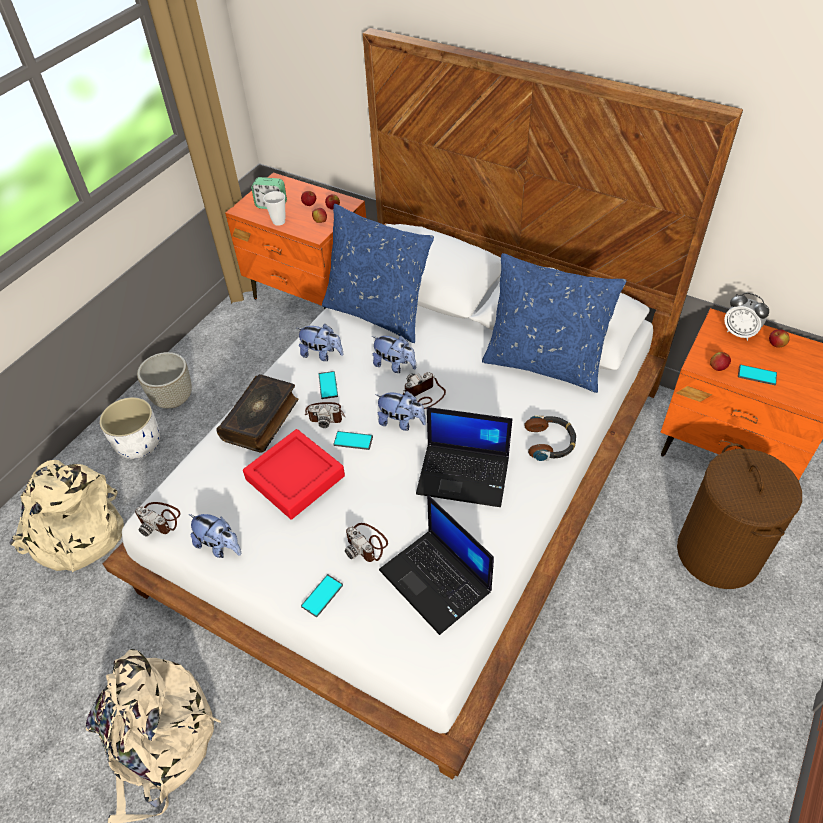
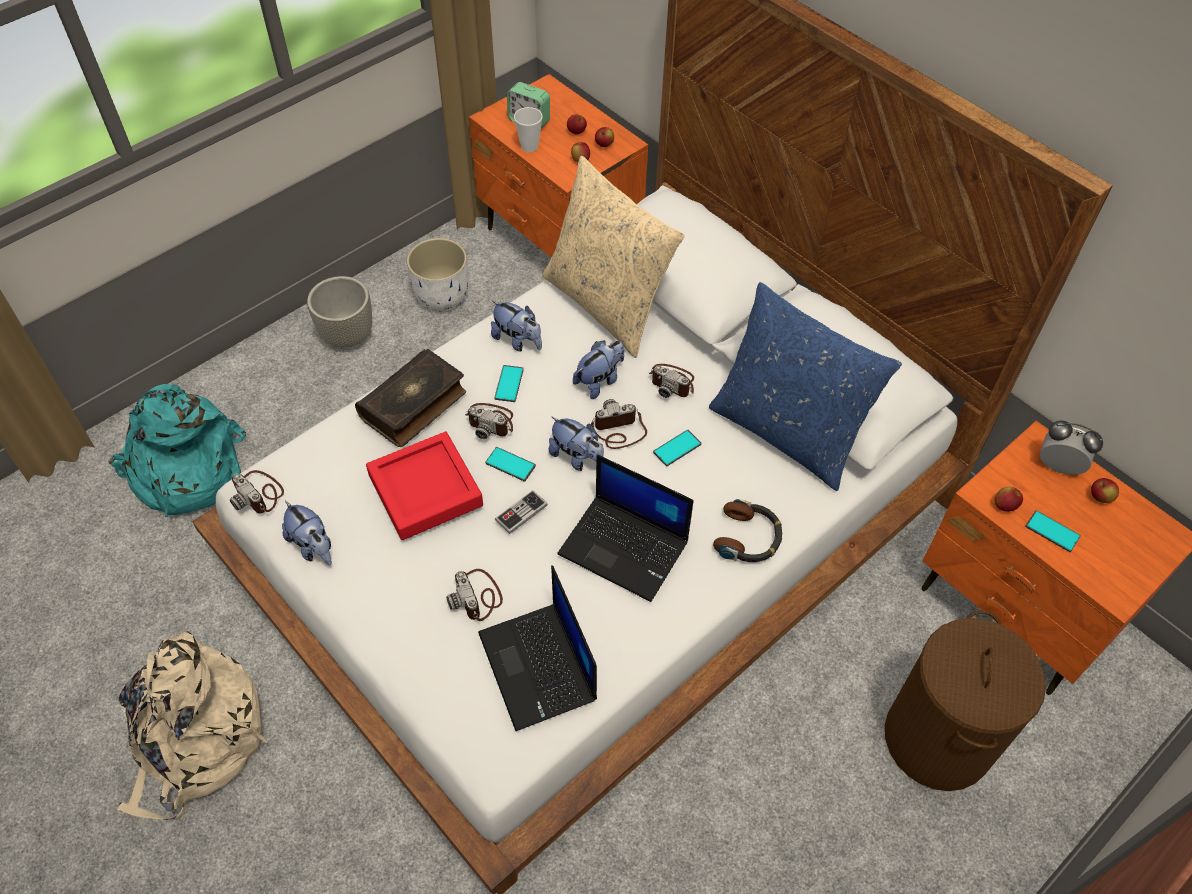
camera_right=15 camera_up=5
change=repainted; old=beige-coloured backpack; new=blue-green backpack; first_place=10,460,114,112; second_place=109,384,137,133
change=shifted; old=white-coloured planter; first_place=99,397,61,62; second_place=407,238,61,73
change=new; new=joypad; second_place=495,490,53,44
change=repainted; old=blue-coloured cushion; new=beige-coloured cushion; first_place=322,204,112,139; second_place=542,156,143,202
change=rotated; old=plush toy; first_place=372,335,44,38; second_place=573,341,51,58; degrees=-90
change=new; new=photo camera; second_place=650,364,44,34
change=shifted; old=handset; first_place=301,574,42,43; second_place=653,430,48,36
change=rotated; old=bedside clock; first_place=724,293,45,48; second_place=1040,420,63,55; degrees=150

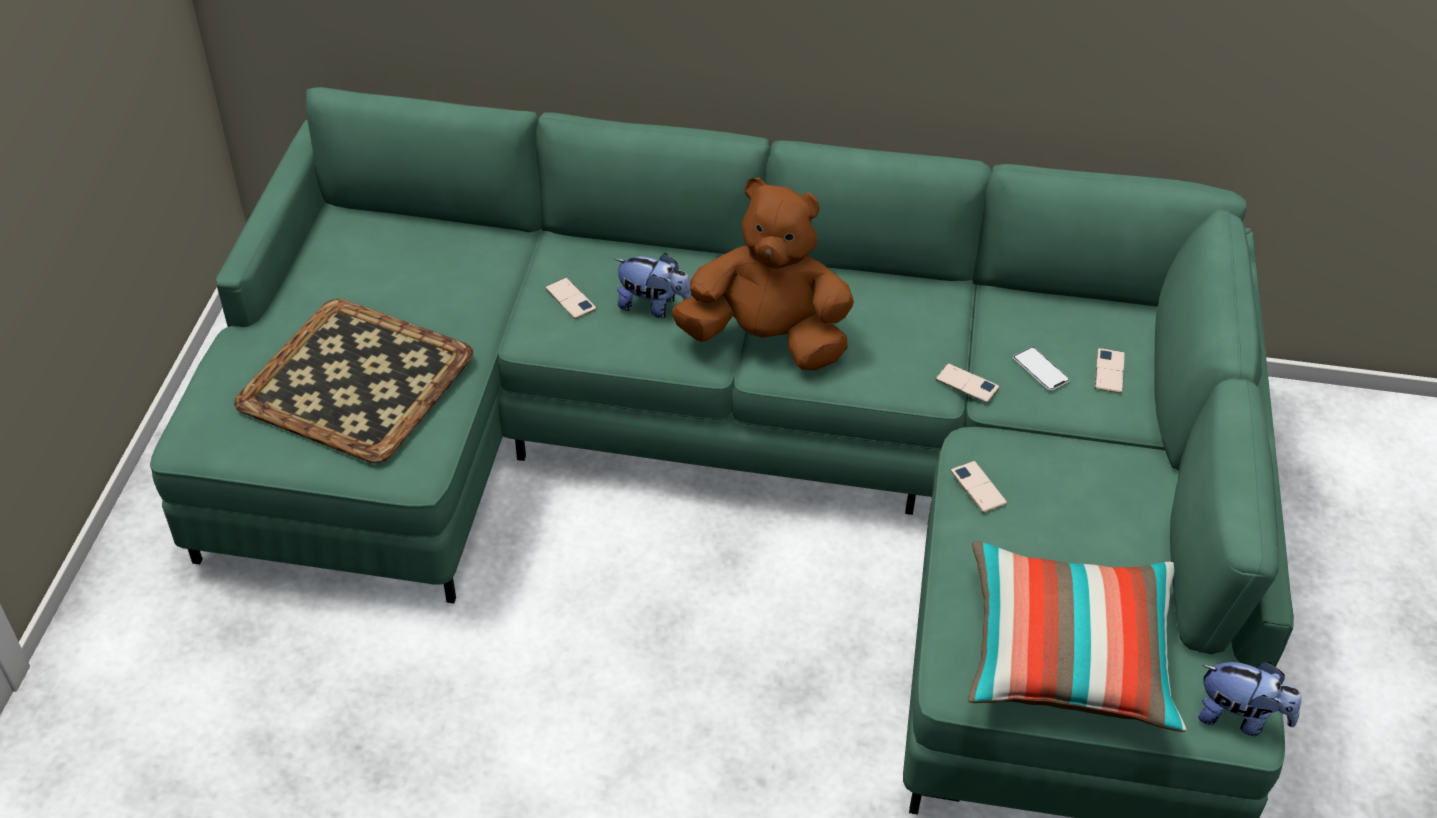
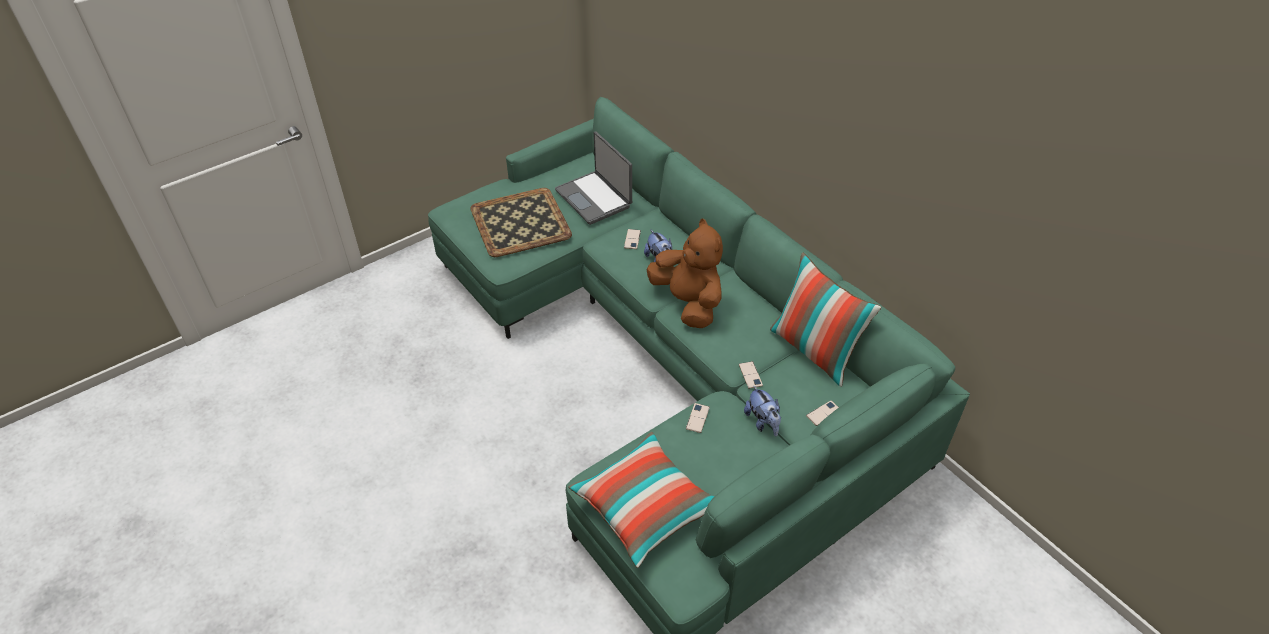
camera_right=45 camera_up=0
change=new; new=laptop; second_place=555,131,77,94
change=shifted; old=plush toy; first_place=1198,662,103,74; second_place=744,385,37,51
change=new; new=cushion; second_place=770,252,111,135
change=gone; old=handset; first_place=1013,347,57,44

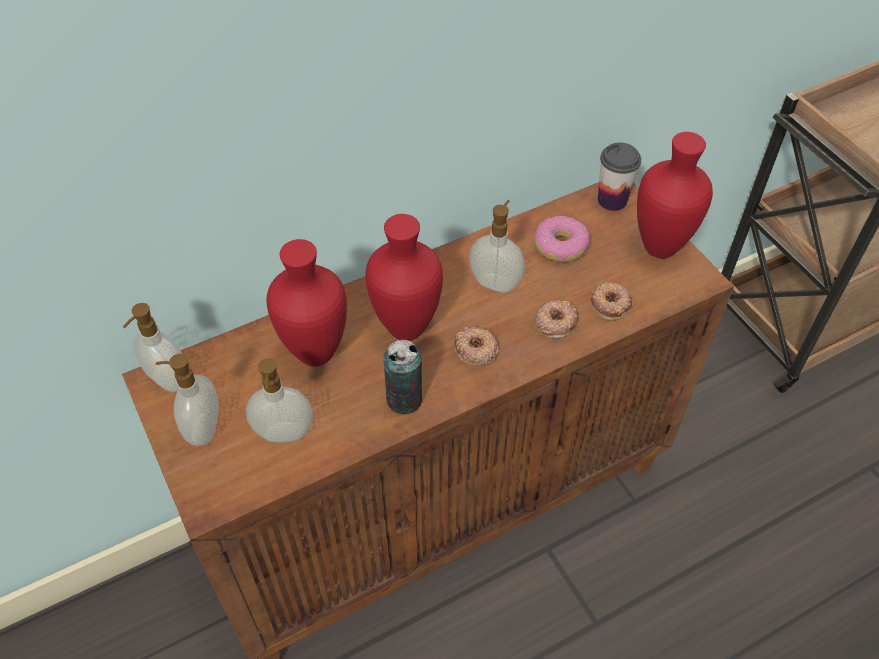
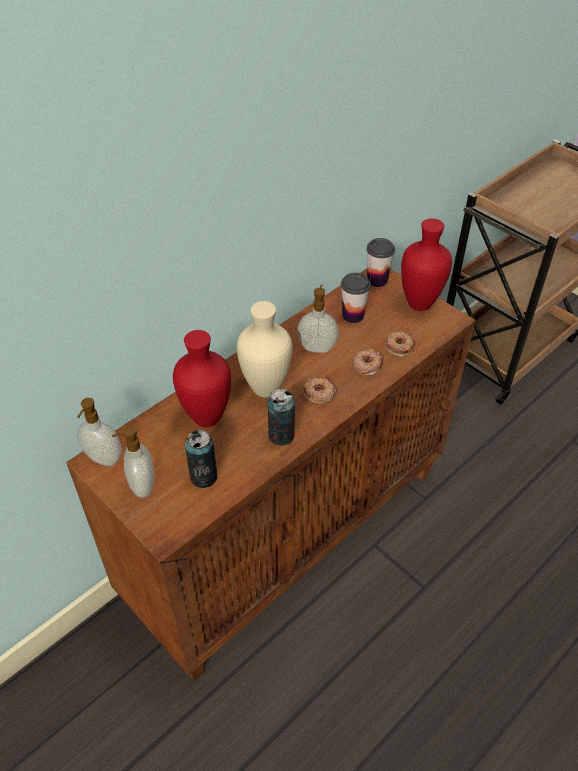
camera_right=-15 camera_up=-5
change=swapped; old=soap bottle; new=can; first_place=246,358,67,84; second_place=185,430,32,58
change=repainted; old=red flower vase; new=beige-coloured flower vase; first_place=366,214,77,127; second_place=237,301,56,97
change=swapped; old=donut; new=cup; first_place=534,216,56,46; second_place=341,273,30,50

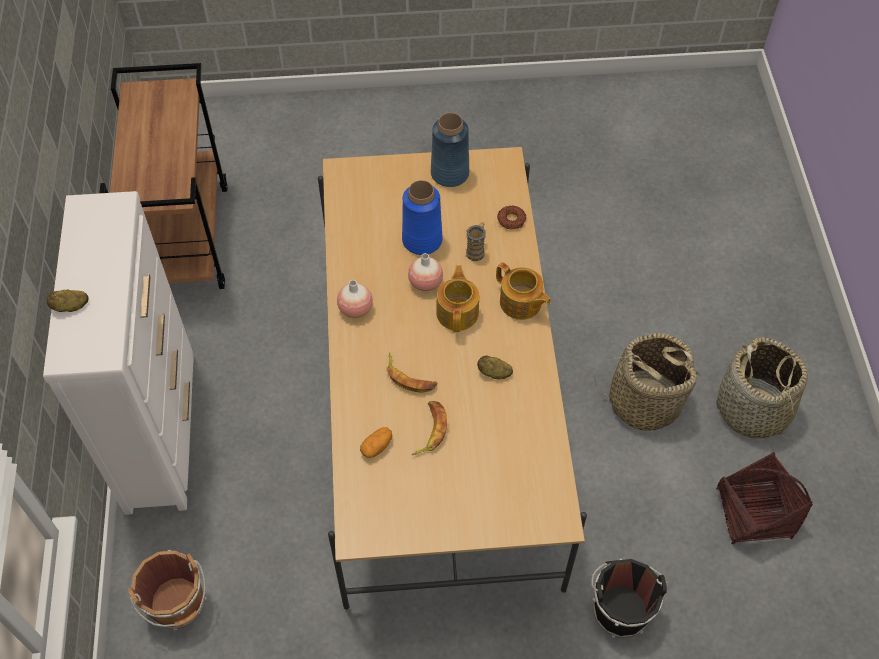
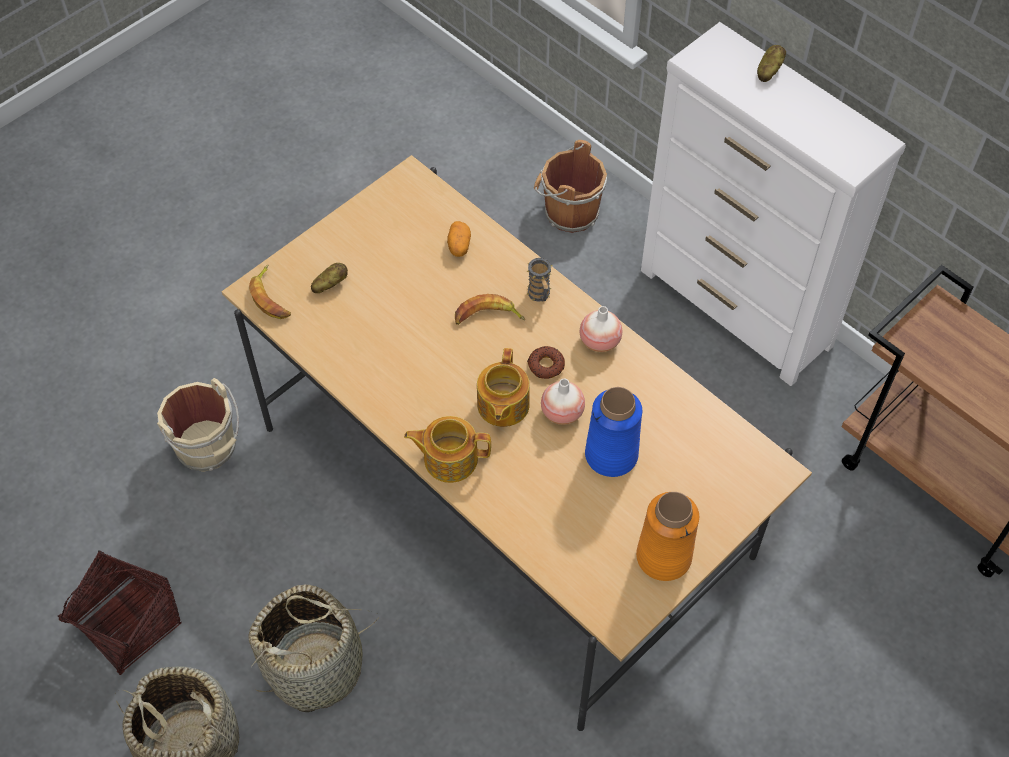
camera_right=140 camera_up=0
change=repainted; old=black bucket; new=beige-coloured bucket; first_place=591,559,76,79; second_place=157,378,82,94
change=shifted; old=banana; first_place=412,401,35,54; second_place=249,265,42,54
change=shifted; old=whole potato; first_place=477,355,36,24; second_place=311,263,37,30
change=rotated; old=teapot; first_place=436,265,43,67; second_place=477,348,53,79; degrees=45
change=shifted; old=coffee mug; first_place=465,222,22,39; second_place=526,258,27,44
change=shifted; old=donut; first_place=497,206,29,24; second_place=528,346,37,33
change=repainted; old=blue-coloured flower vase; new=orange flower vase; first_place=431,113,38,74; second_place=636,492,63,89

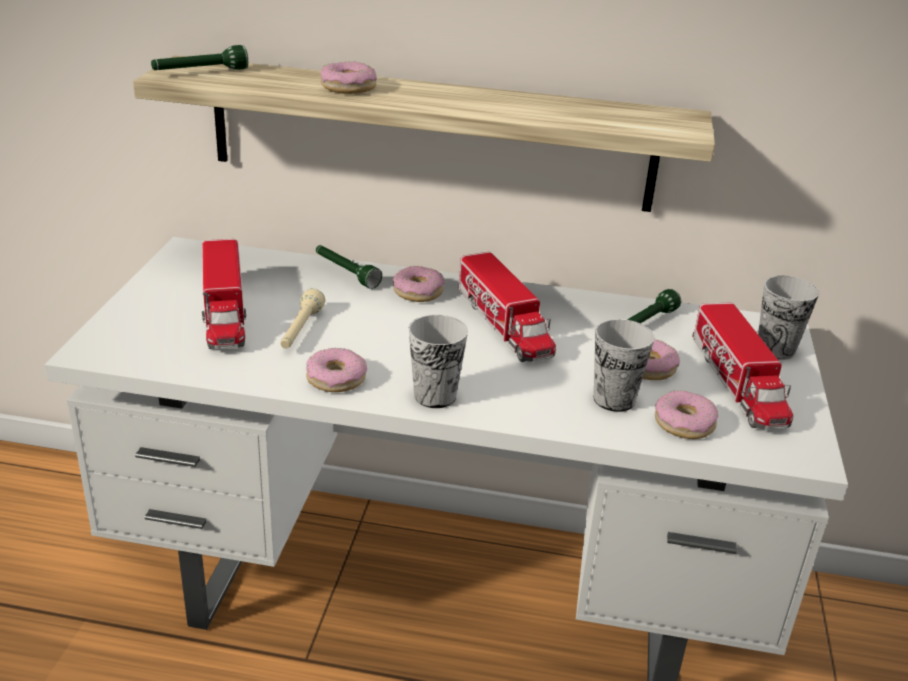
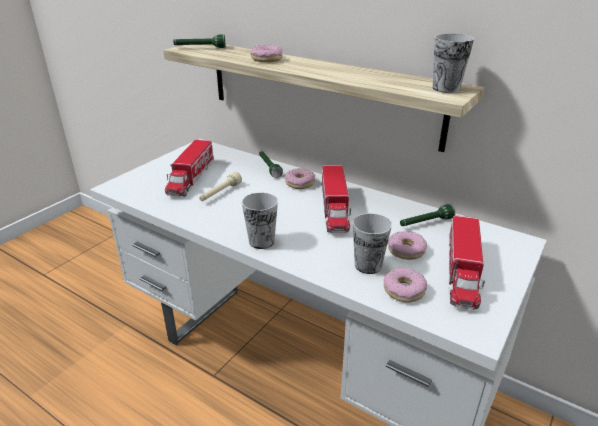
camera_right=25 camera_up=0
change=shifted; old=cup; first_place=758,276,61,84; second_place=433,34,41,59
change=gone; old=donut; first_place=306,348,61,44

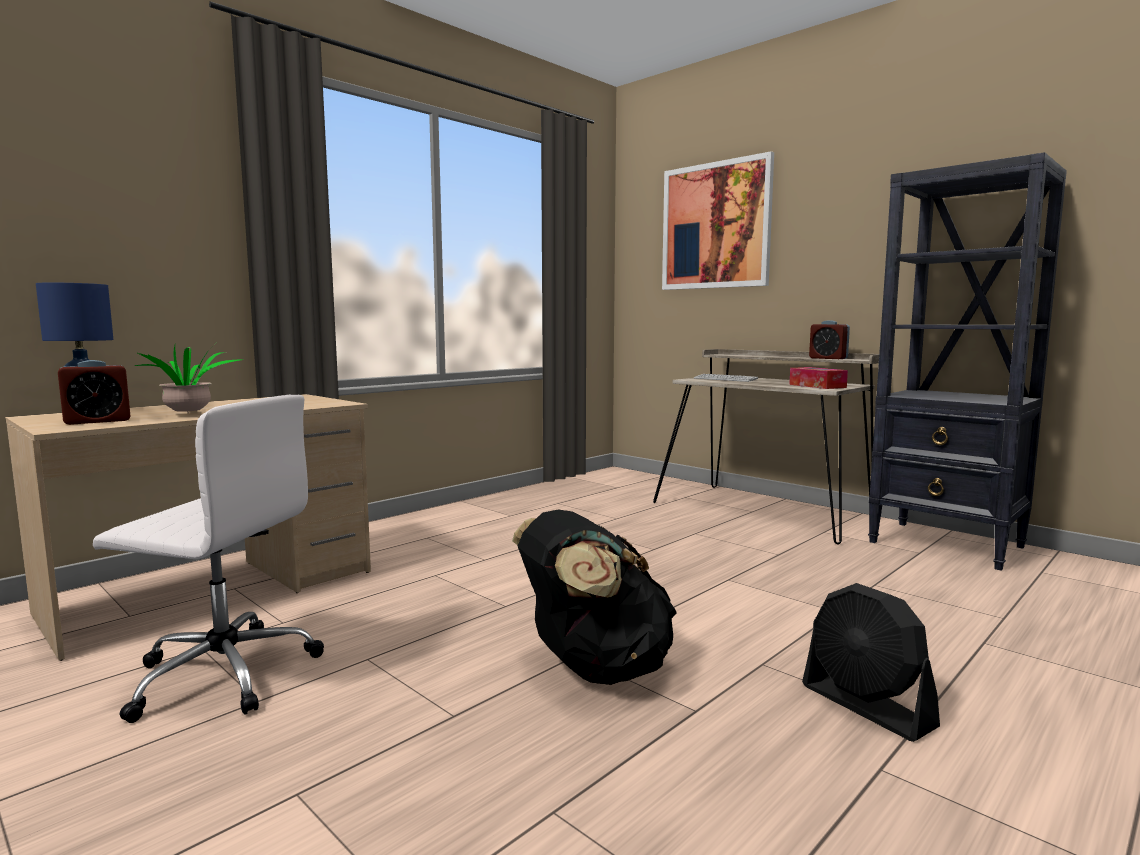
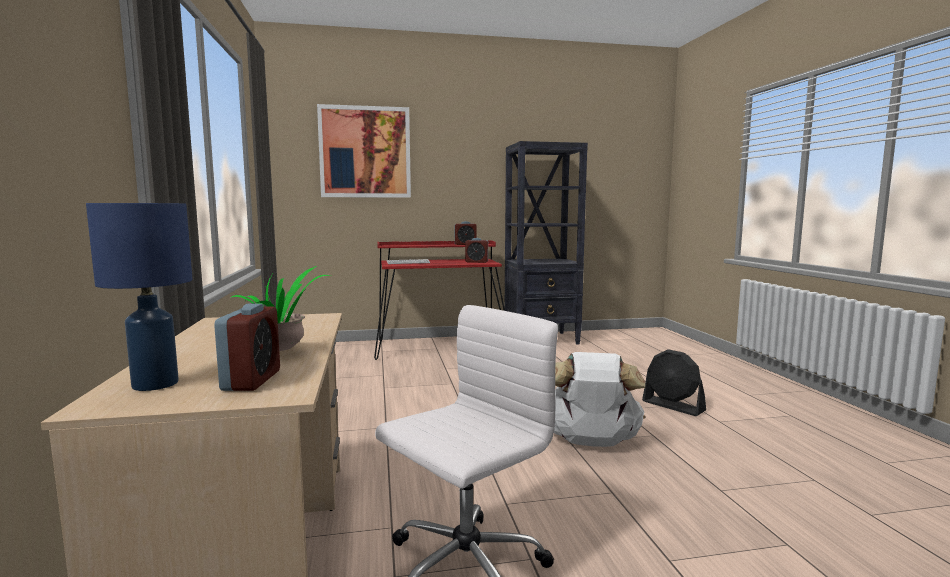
camera_right=-55 camera_up=0
change=repainted; old=beige-coloured desk table; new=red desk table; first_place=653,349,226,196; second_place=374,240,131,120
change=swapped; old=box of tissues; new=bedside clock; first_place=789,367,59,22; second_place=465,238,23,25
change=repainted; old=black backpack; new=white-coloured backpack; first_place=512,509,165,176; second_place=554,352,91,95
change=rotated; old=black electric fan; first_place=802,583,138,159; second_place=642,349,64,67; degrees=45

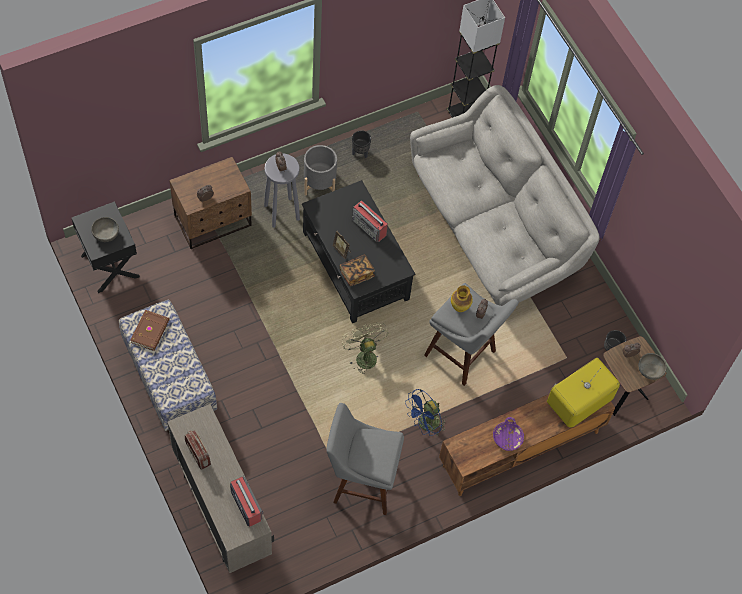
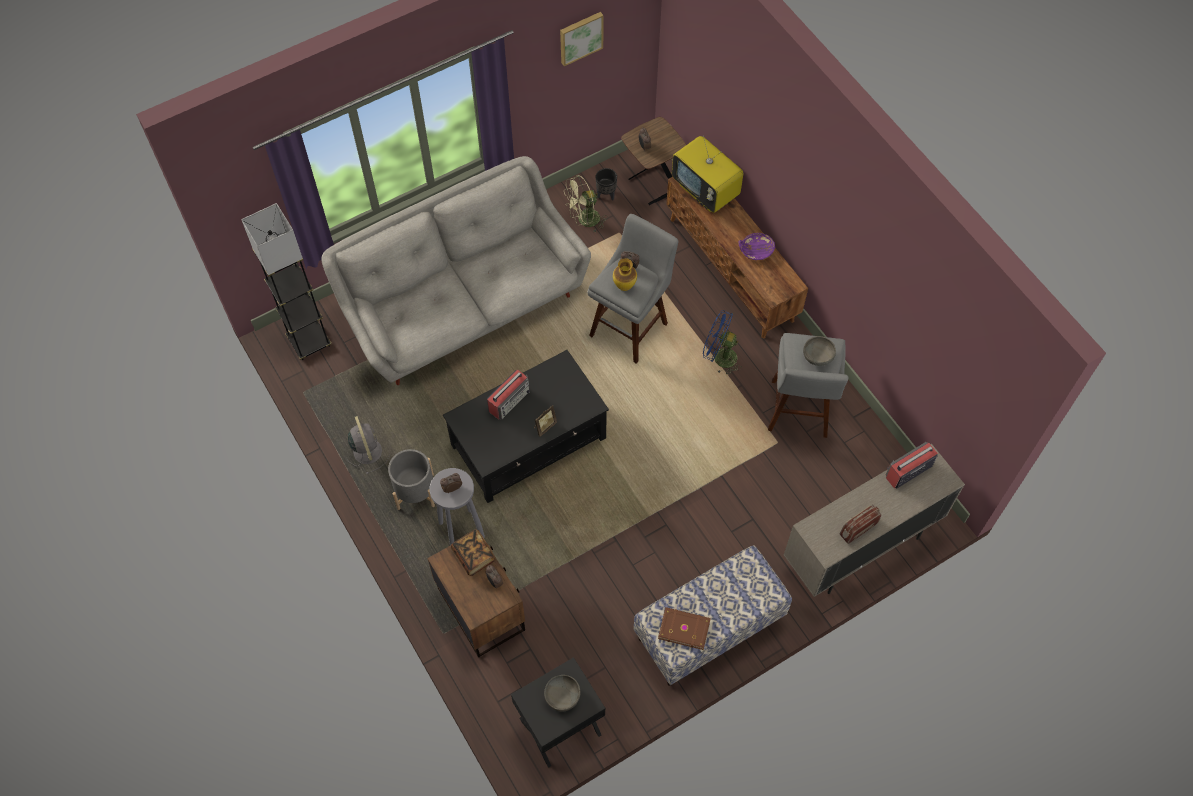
camera_right=-90 camera_up=0
change=swapped; old=black planter; new=gray electric fan; first_place=352,130,19,28; second_place=347,416,43,58
change=shifted; old=book; first_place=340,255,35,31; second_place=451,529,44,47
change=new; new=picture; second_place=560,12,44,54
change=shifted; old=green-coloured electric fan; first_place=342,323,47,51; second_place=564,175,44,58
change=rotated; old=blue-coloured electric fan; first_place=405,389,42,48; second_place=703,310,39,64; degrees=150
change=shifted; old=gray deep dish; first_place=638,353,29,27; second_place=803,336,33,30

